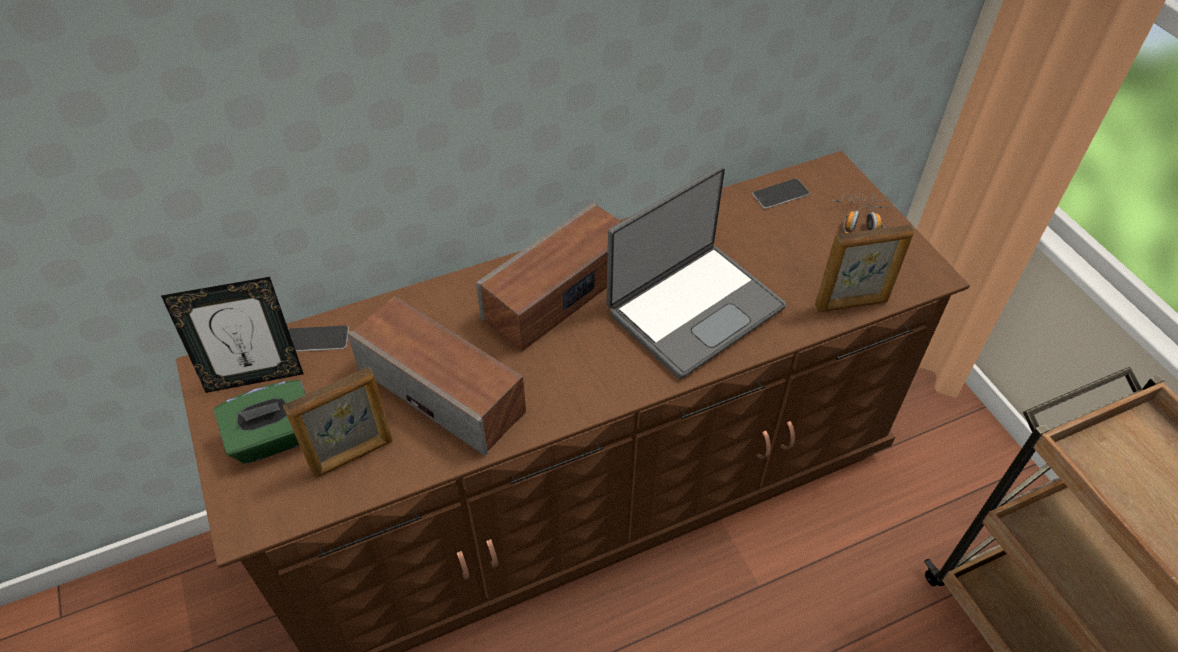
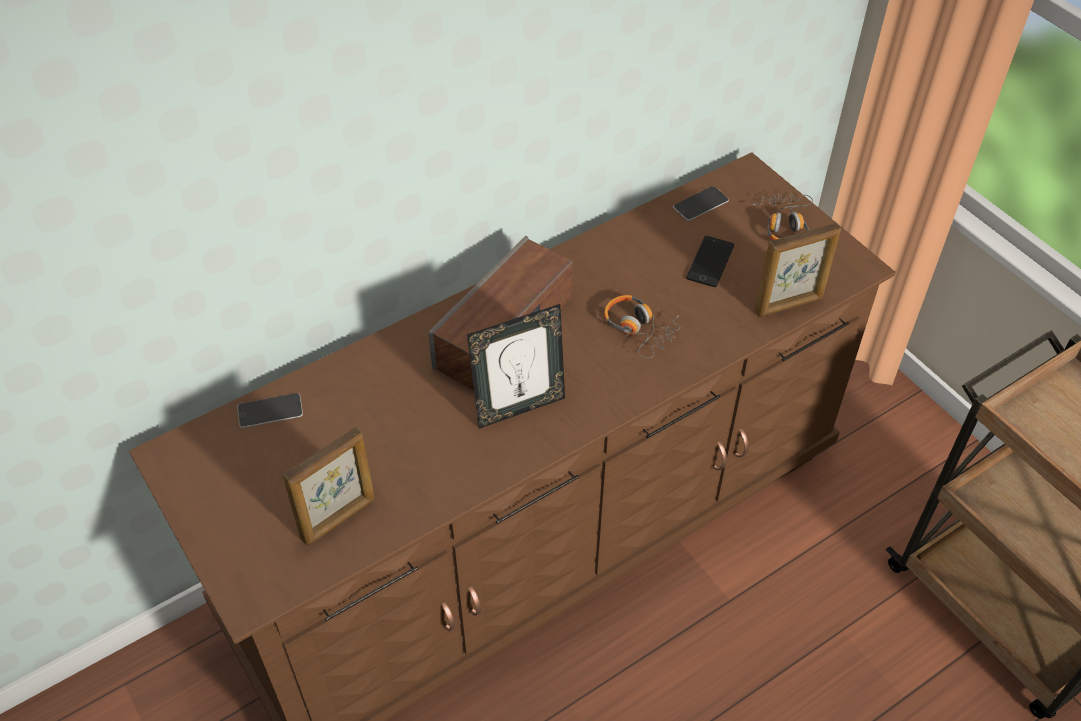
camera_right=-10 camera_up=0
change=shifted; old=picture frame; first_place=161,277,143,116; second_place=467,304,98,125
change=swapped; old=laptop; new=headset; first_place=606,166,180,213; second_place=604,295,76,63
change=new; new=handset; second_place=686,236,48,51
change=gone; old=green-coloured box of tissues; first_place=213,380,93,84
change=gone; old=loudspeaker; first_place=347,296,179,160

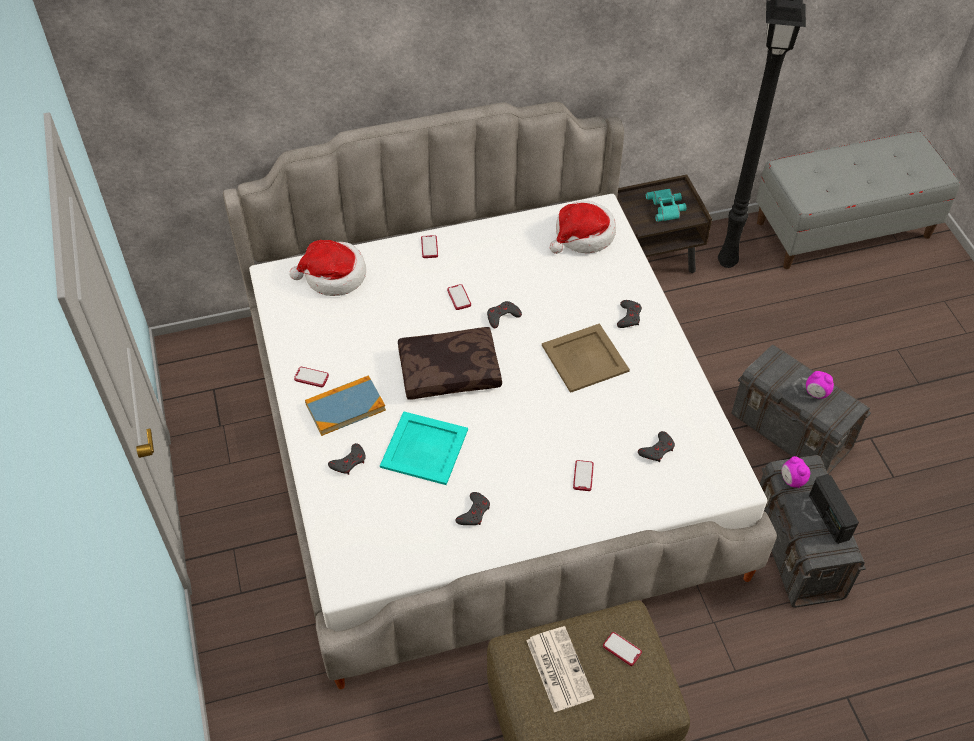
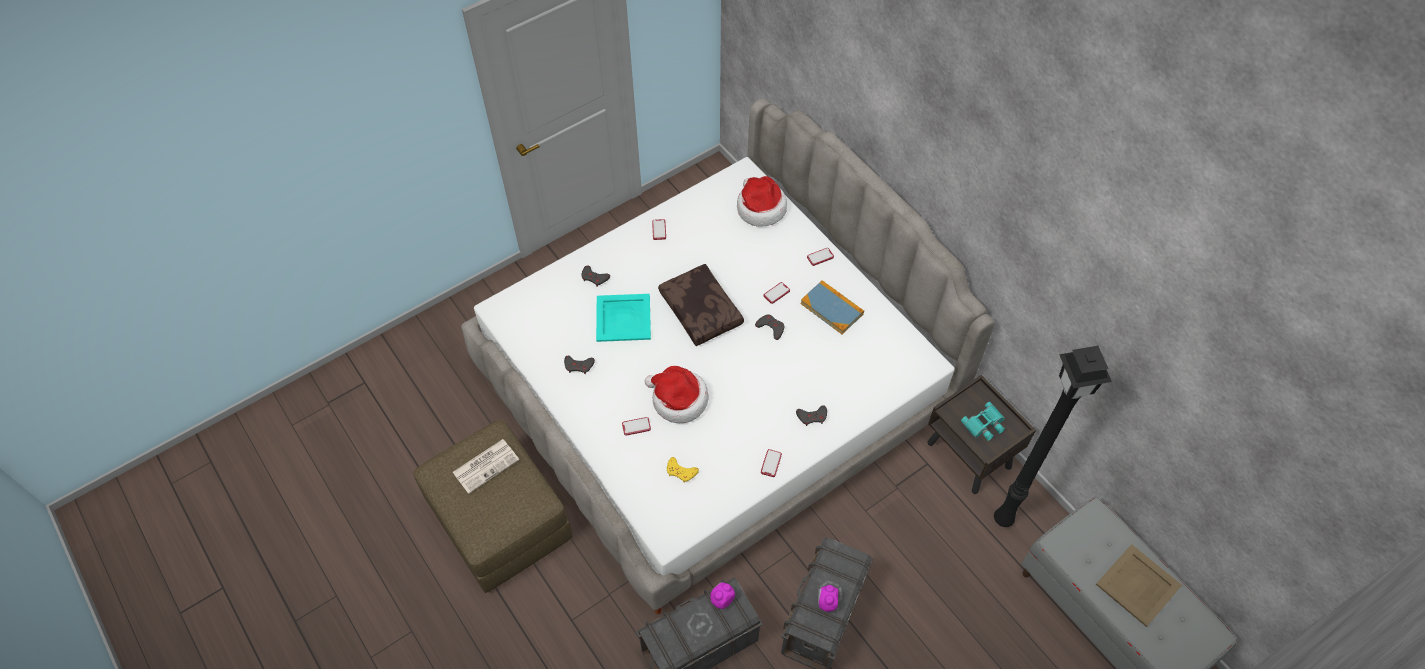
camera_right=70 camera_up=5
change=shifted; old=hat; first_place=550,201,66,53; second_place=645,366,64,57
change=repainted; old=gray joypad; new=yellow-coloured joypad; first_place=638,431,37,31; second_place=667,457,32,26
change=shifted; old=handset; first_place=603,632,39,34; second_place=761,449,21,28
change=shifted; old=book; first_place=305,375,81,61; second_place=800,280,64,54
change=shifted; old=beige-coloured tray; first_place=542,323,88,70; second_place=1096,544,86,83
change=gone; old=radio receiver; first_place=809,474,50,70

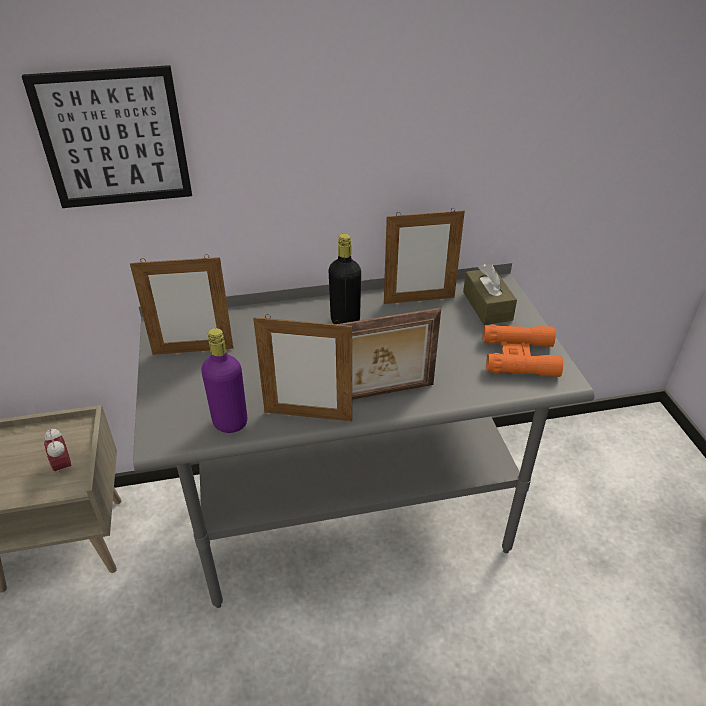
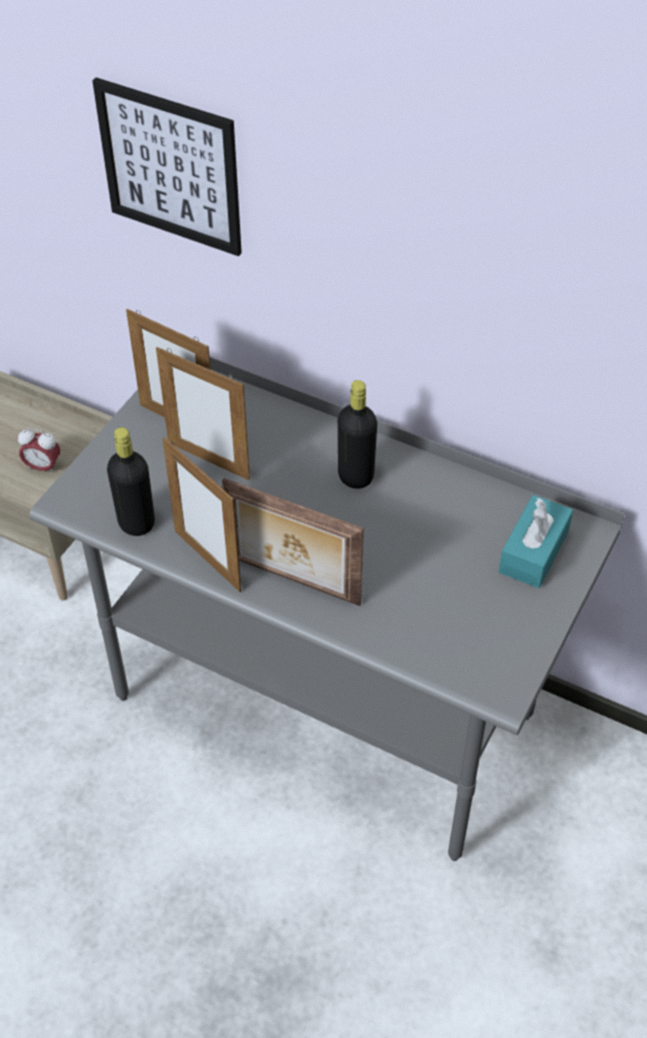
camera_right=40 camera_up=10
change=rotated; old=bedside clock; first_place=44,428,27,49; second_place=18,428,42,46; degrees=-90
change=repainted; old=purplish bottle; new=black bottle; first_place=201,328,46,105; second_place=107,427,48,109
change=shifted; old=picture frame; first_place=384,208,81,96; second_place=156,347,94,133
change=repainted; old=brownish box of tissues; new=blue-green box of tissues; first_place=463,263,54,62; second_place=499,495,74,93
change=gone; old=orange binoculars; first_place=483,325,80,52

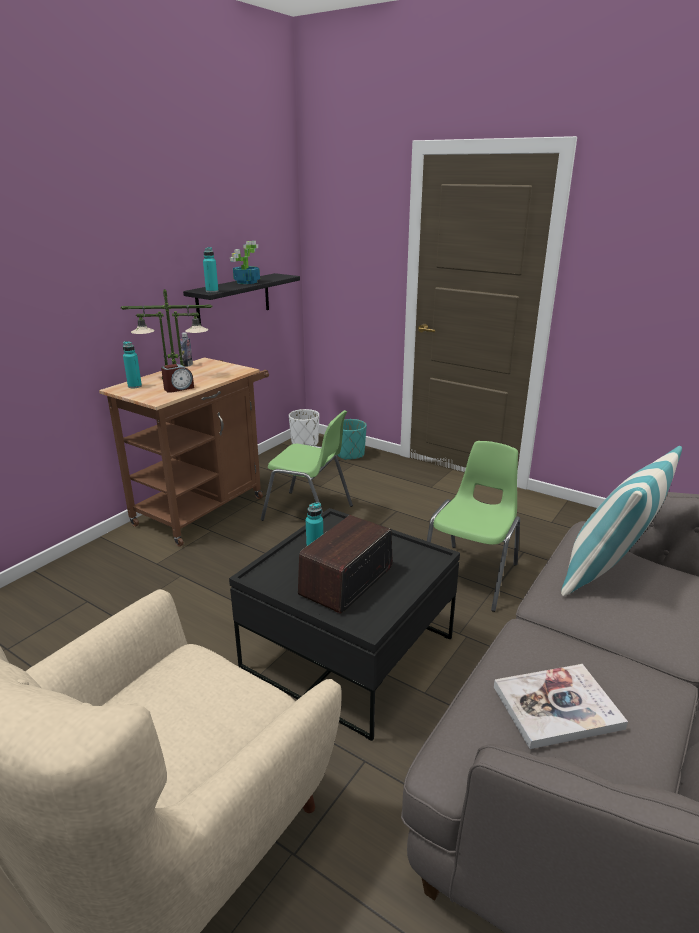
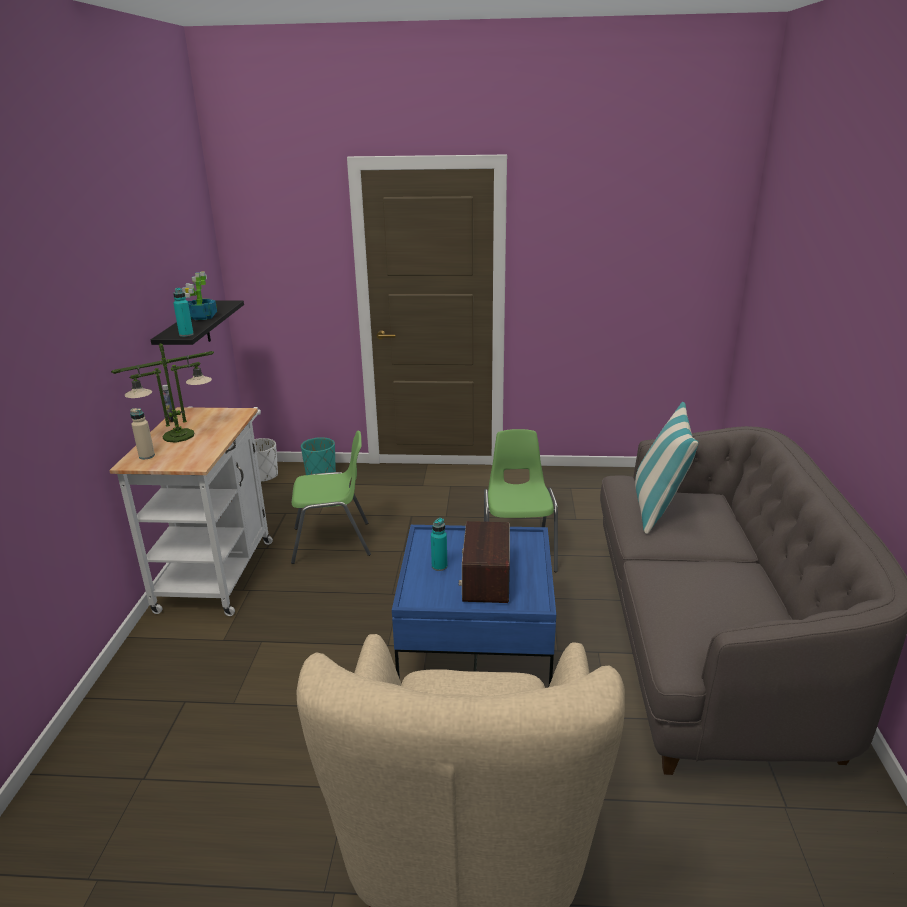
camera_right=-30 camera_up=0
change=repainted; old=brownish cart; new=white-coloured cart; first_place=99,357,170,190; second_place=109,406,164,210
change=repainted; old=blue-green bottle; new=beige-coloured bottle; first_place=123,341,19,47; second_place=130,408,25,51
change=repainted; old=black coffee table; new=blue-coloured coffee table; first_place=229,508,231,233; second_place=392,525,164,160
change=gone; old=bedside clock; first_place=161,364,33,29
change=gone; old=book; first_place=494,664,134,85

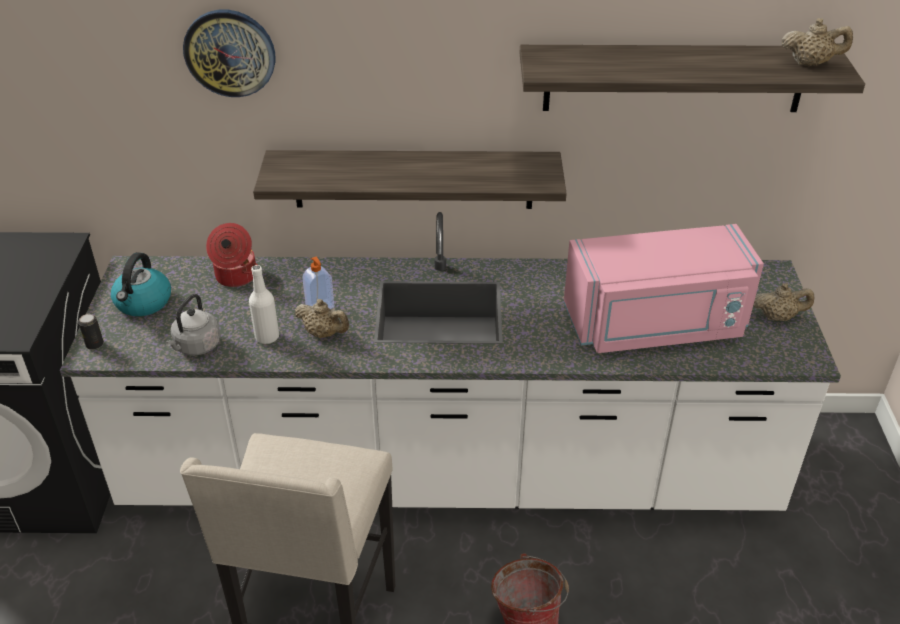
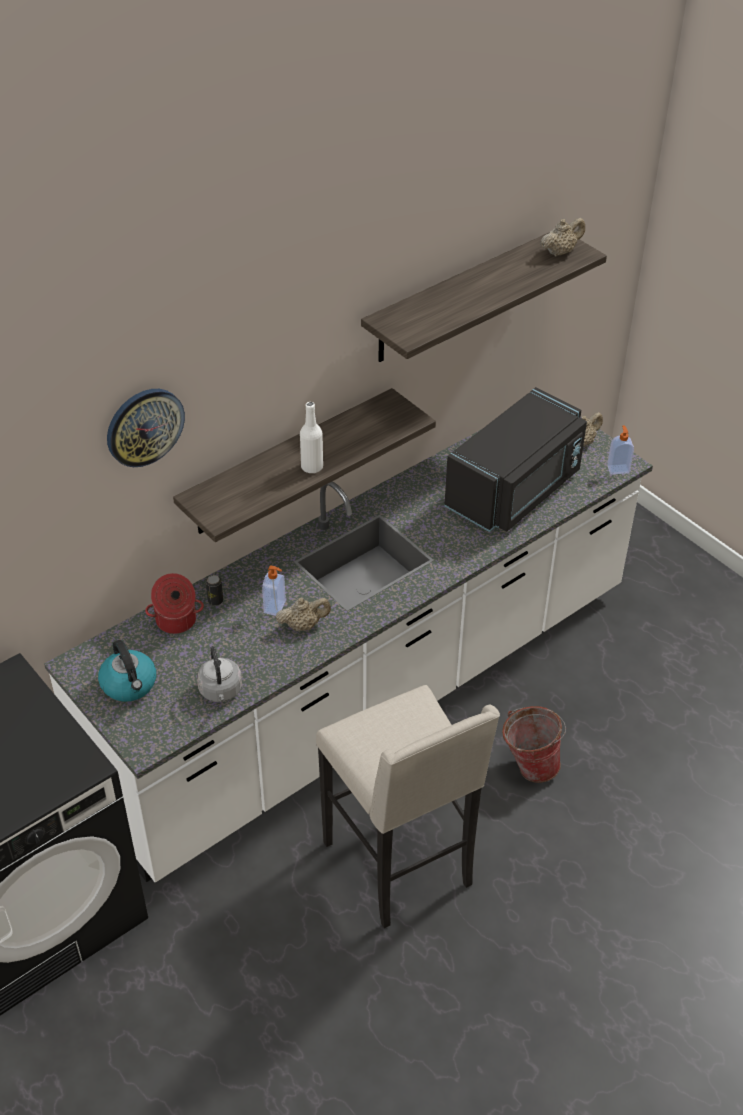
camera_right=-40 camera_up=5
change=shifted; old=can; first_place=78,314,26,36; second_place=206,575,17,31
change=shifted; old=white-coloured bottle; first_place=249,265,30,79; second_place=300,402,23,71
change=repainted; old=pinkish microwave oven; new=black microwave oven; first_place=564,224,200,129; second_place=444,387,143,145
change=new; new=soap bottle; second_place=607,425,27,50

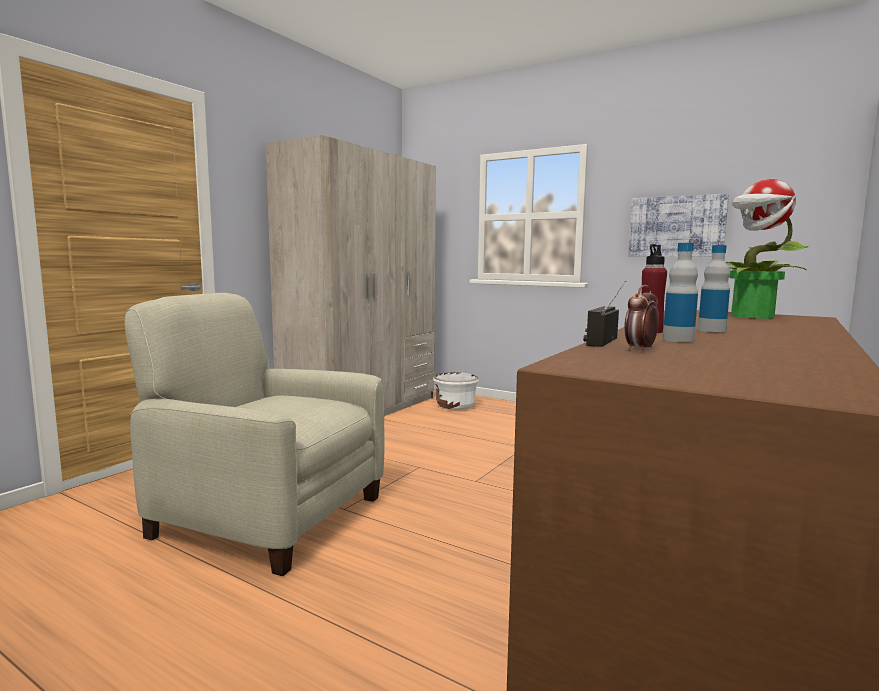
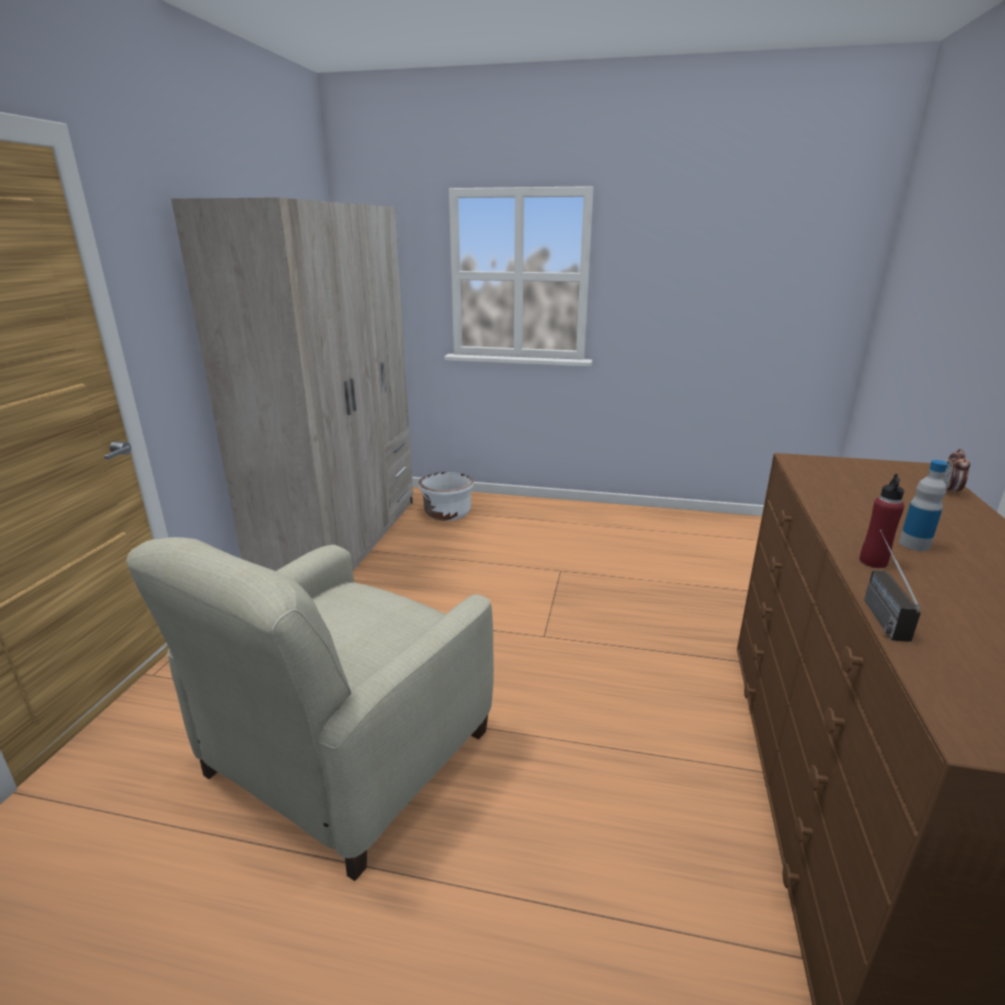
camera_right=-20 camera_up=15
change=rotated; old=beige-coloured lounge chair; first_place=125,293,260,283; second_place=127,537,367,344; degrees=-60
change=shifted; old=bedside clock; first_place=624,285,35,66; second_place=942,449,28,45
change=gone; old=picture; first_place=628,194,101,63
change=gone; old=bottle; first_place=663,243,35,99
change=gone; old=houseplant; first_place=726,179,82,140

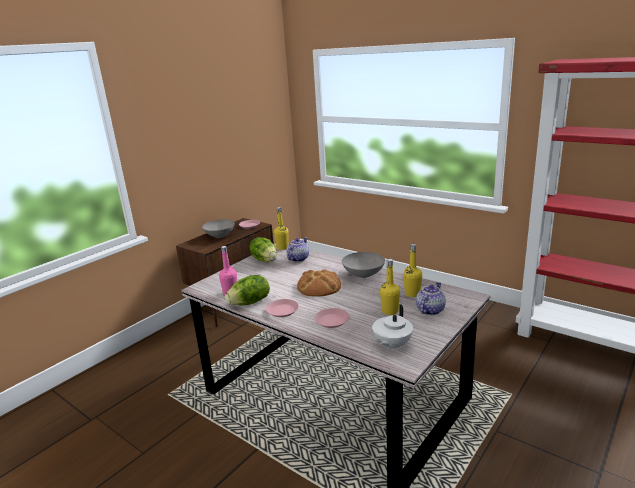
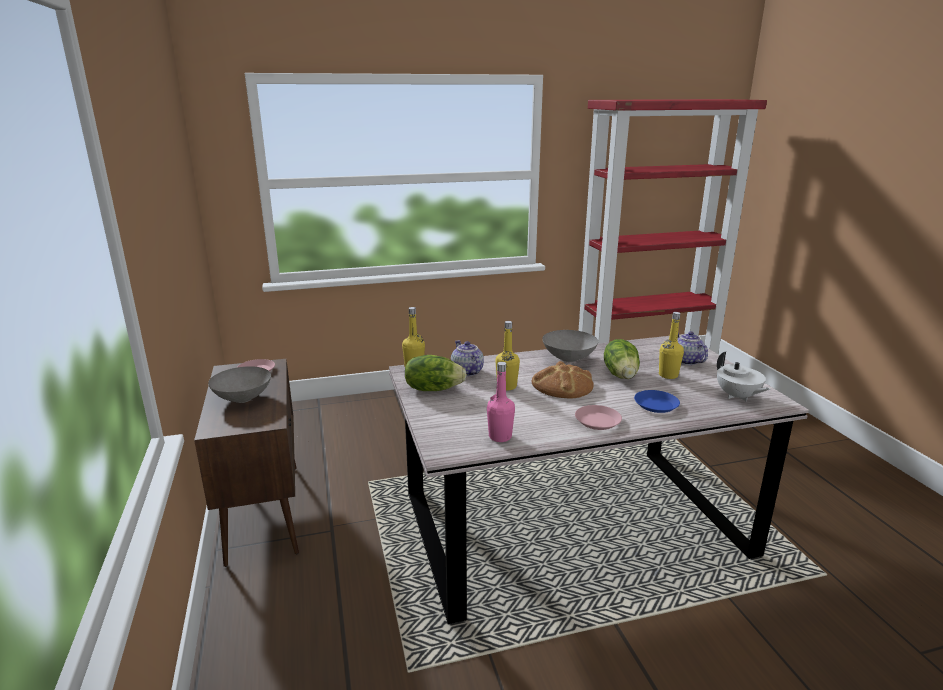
camera_right=-55 camera_up=0
change=shifted; old=yellow-coloured bottle; first_place=403,244,19,53; second_place=495,321,25,69
change=shifted; old=lettuce head; first_place=225,275,45,30; second_place=604,339,36,40
change=repainted; old=pinkish flat dish; new=blue-coloured flat dish; first_place=315,308,34,20; second_place=634,390,46,23

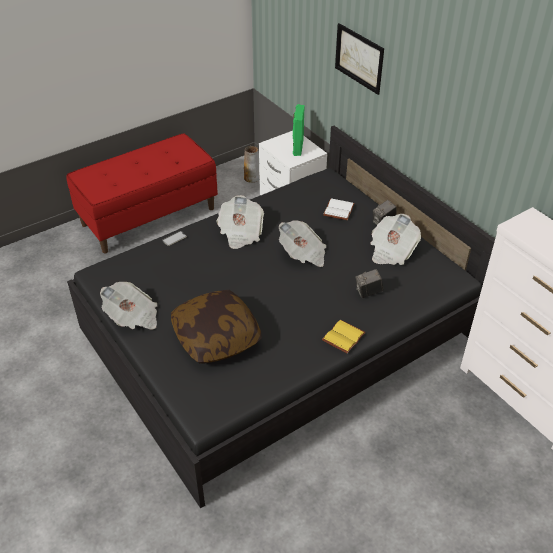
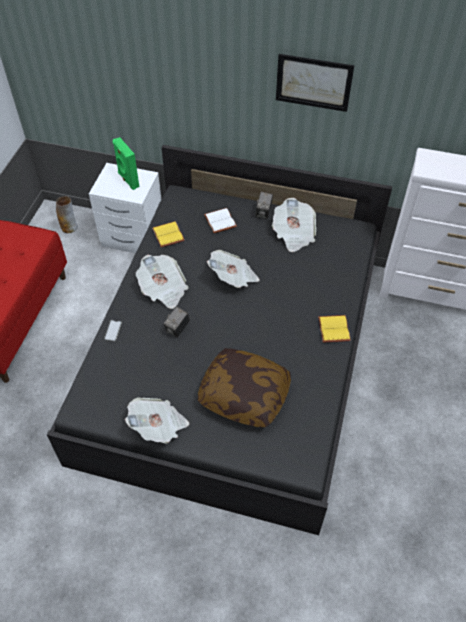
camera_right=-40 camera_up=10
change=new; new=yellow-coloured book; second_place=152,221,33,26
change=shifted; old=photo camera; first_place=355,269,28,29; second_place=164,306,26,32
change=shifted; old=picture; first_place=335,23,49,72; second_place=276,54,78,58

